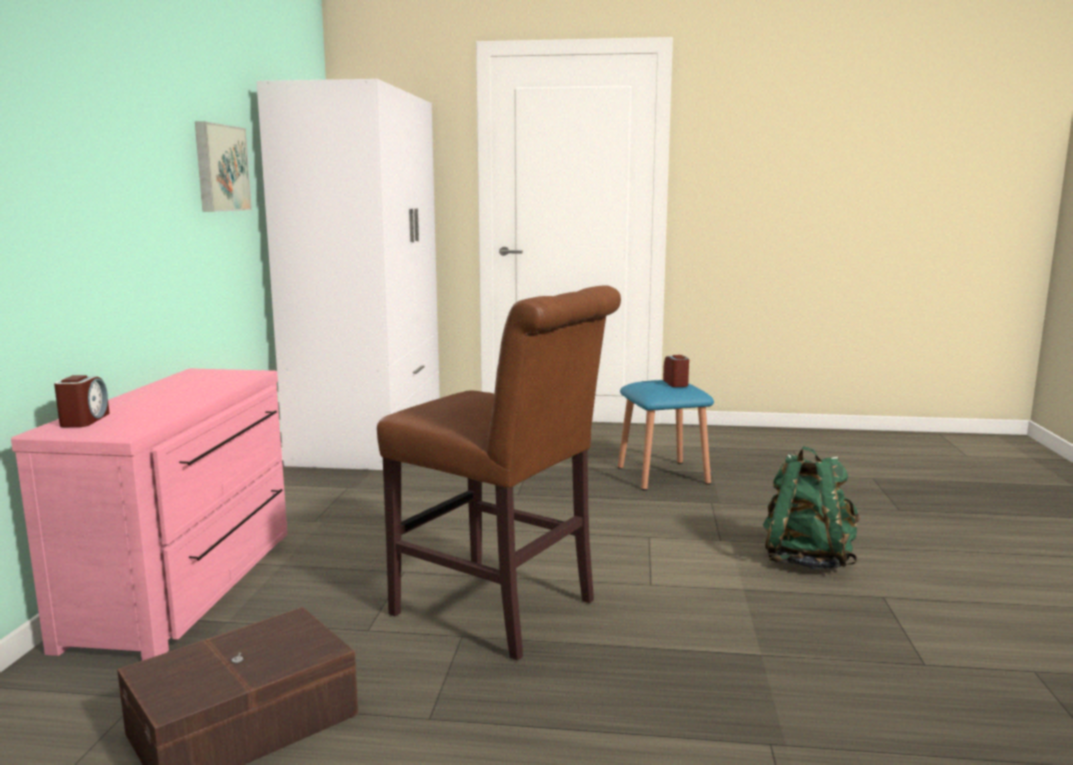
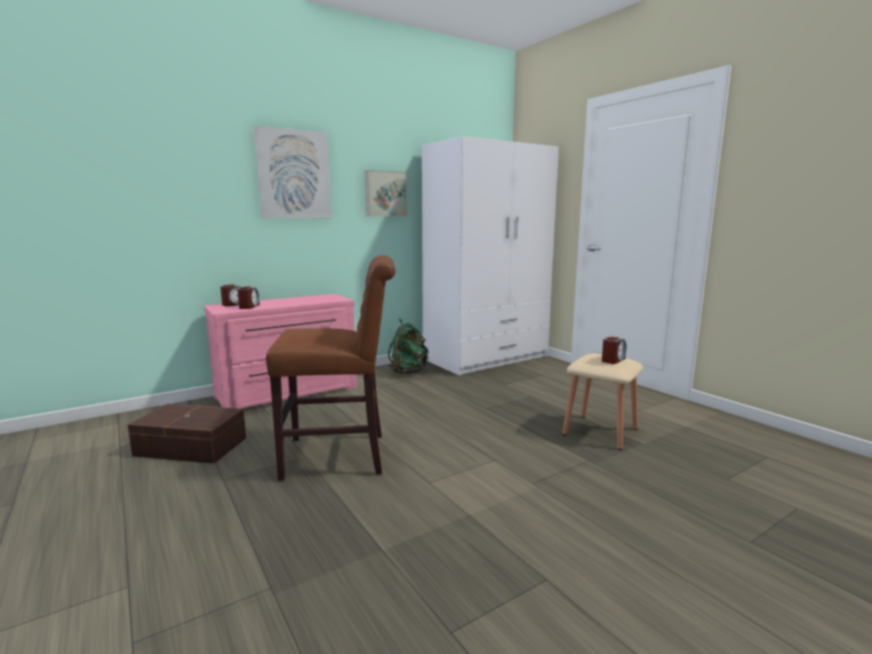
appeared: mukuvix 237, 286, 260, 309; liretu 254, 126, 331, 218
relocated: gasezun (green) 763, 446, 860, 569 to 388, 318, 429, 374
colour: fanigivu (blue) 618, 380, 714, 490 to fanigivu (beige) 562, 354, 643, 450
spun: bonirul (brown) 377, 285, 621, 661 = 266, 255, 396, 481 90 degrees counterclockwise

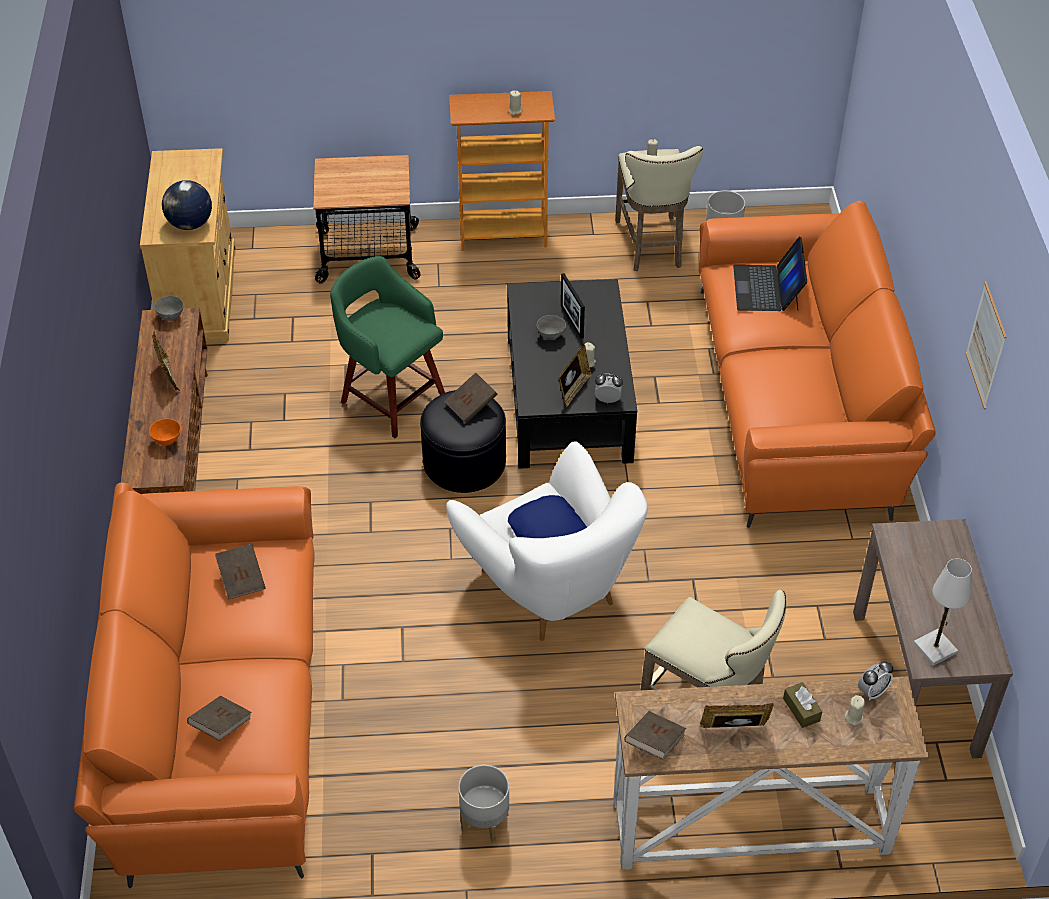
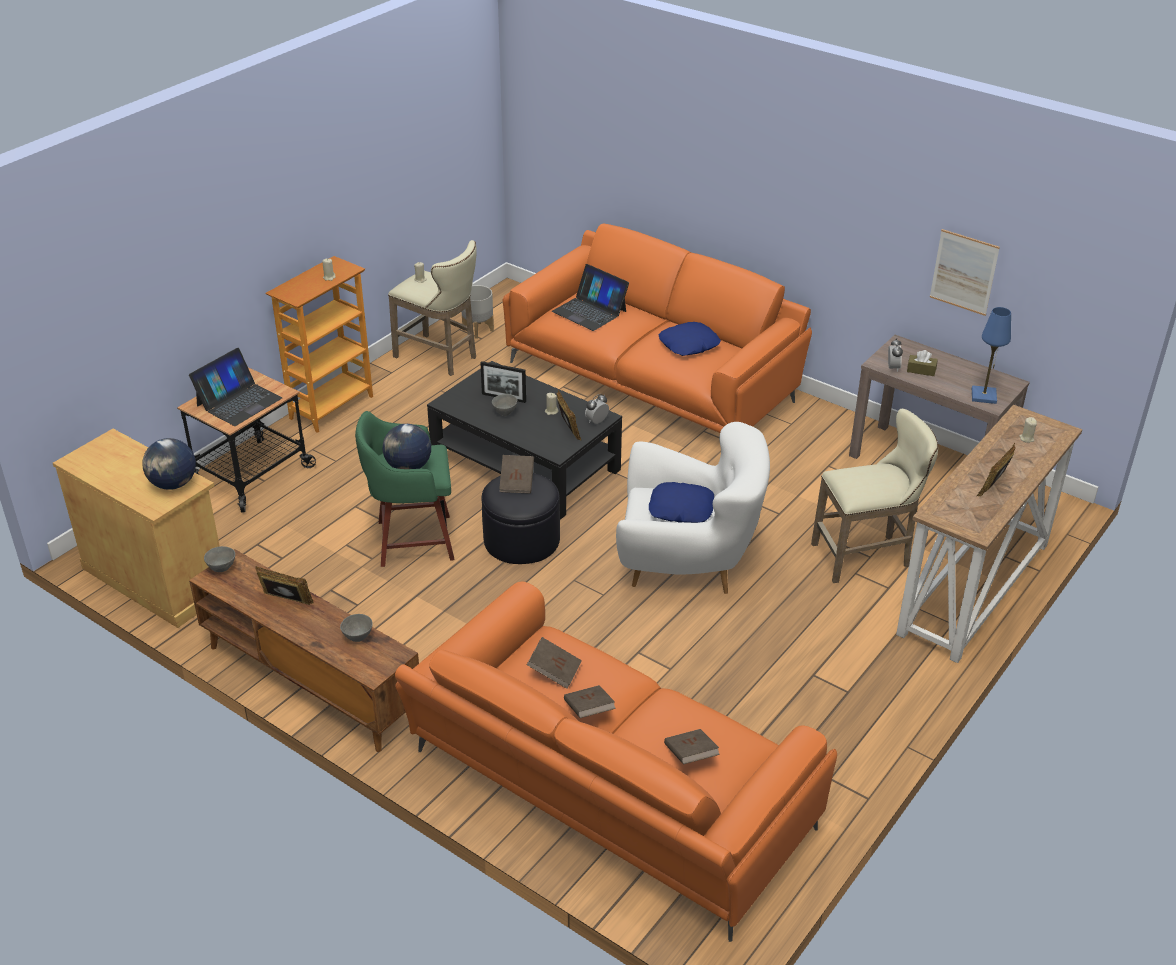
missing: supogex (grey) 459, 765, 509, 843
appeared: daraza 189, 348, 282, 426; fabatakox 383, 424, 431, 469; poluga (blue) 659, 322, 721, 356
relocated: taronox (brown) 624, 711, 686, 760 to 564, 685, 616, 718; mukuvix 858, 661, 893, 701 to 888, 338, 903, 372; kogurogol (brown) 783, 682, 822, 728 to 907, 350, 938, 376; liretu 965, 281, 1006, 409 to 930, 229, 1000, 316
colour: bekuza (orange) 149, 419, 181, 446 to bekuza (grey) 340, 614, 373, 642; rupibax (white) 913, 558, 972, 666 to rupibax (blue) 972, 307, 1011, 404

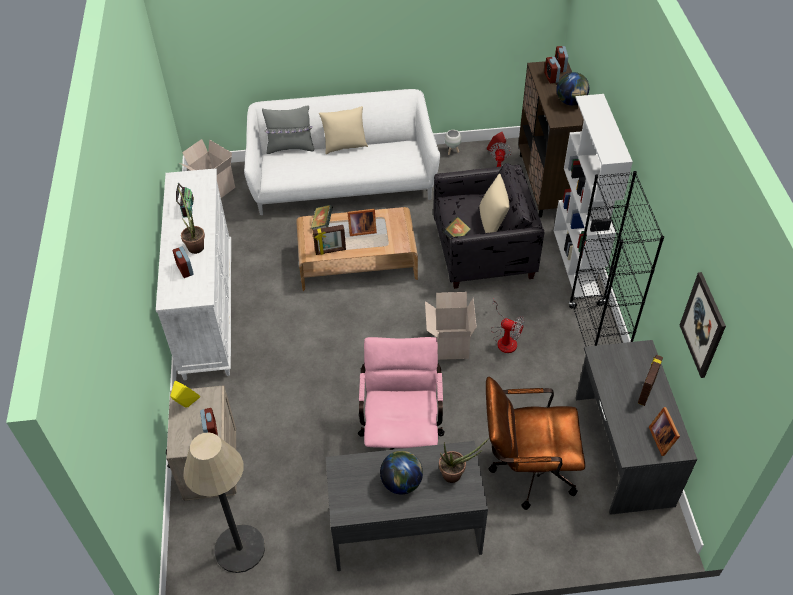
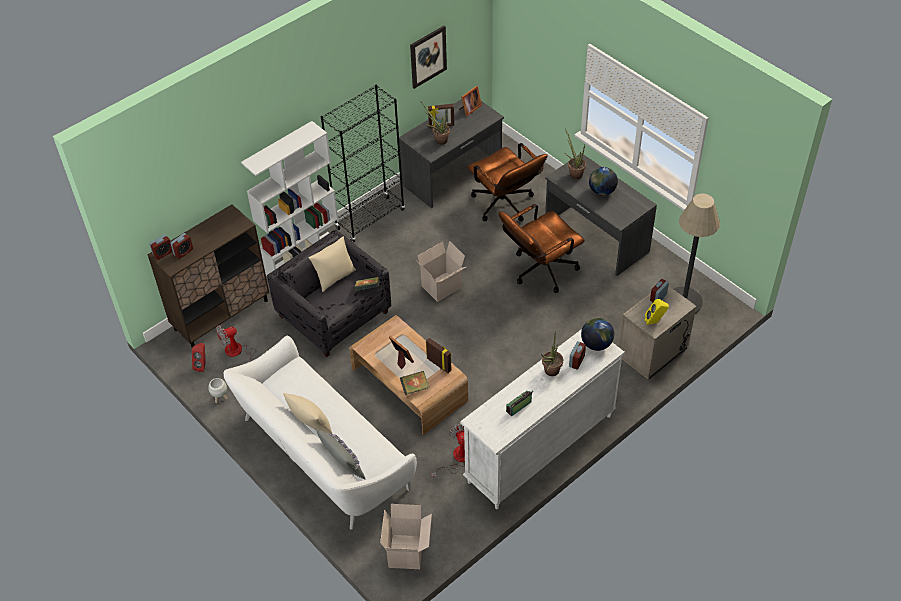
appeared: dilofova 420, 101, 450, 145
relocated: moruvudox 491, 297, 525, 353 to 431, 423, 465, 478; fabatakox 556, 72, 589, 105 to 581, 318, 614, 351
colour: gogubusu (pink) 358, 337, 445, 450 to gogubusu (brown) 499, 204, 585, 293

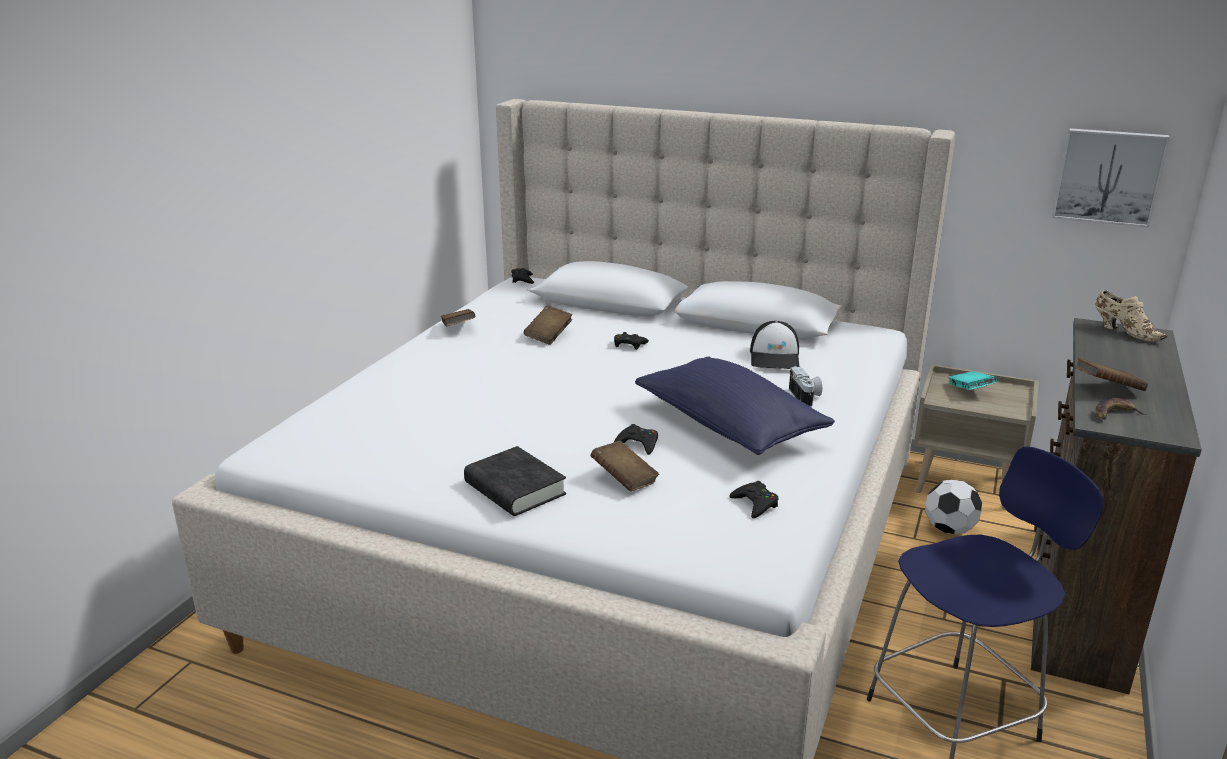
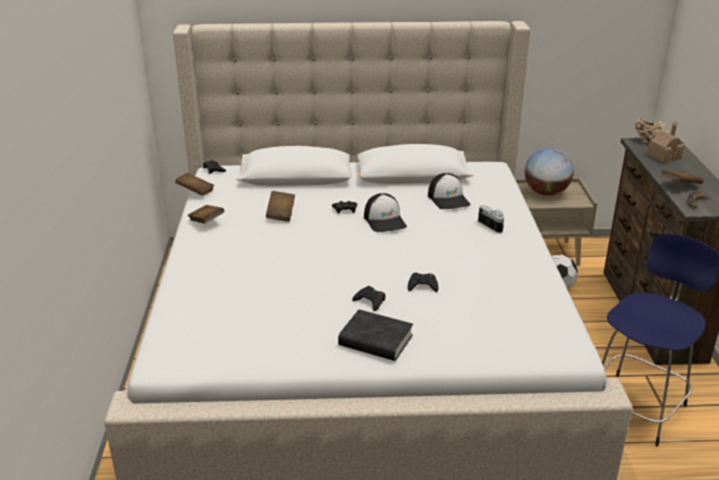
missing: poluga (blue) 635, 357, 835, 455; liretu 1052, 128, 1170, 228
appeared: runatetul 364, 193, 407, 232; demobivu 646, 120, 684, 163
relocated: taronox (brown) 590, 441, 659, 491 to 175, 173, 214, 196; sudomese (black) 729, 481, 778, 518 to 352, 286, 385, 311
exchanged: taronox (turquoise) 948, 371, 997, 390 to fabatakox 525, 148, 574, 196

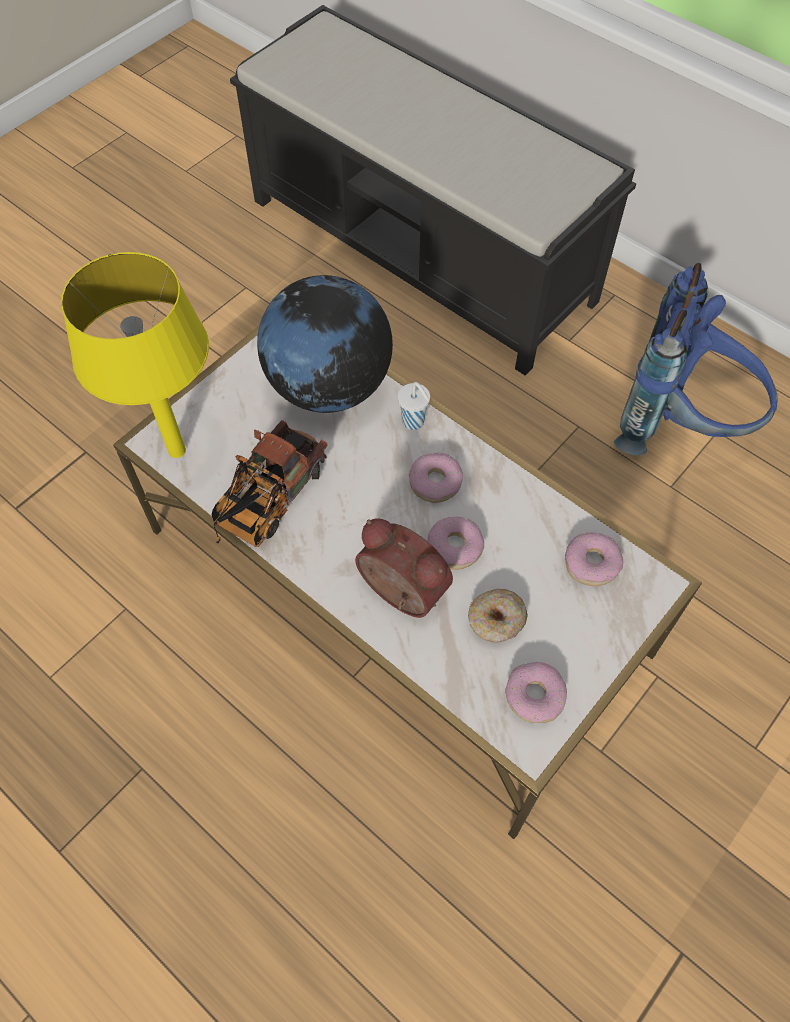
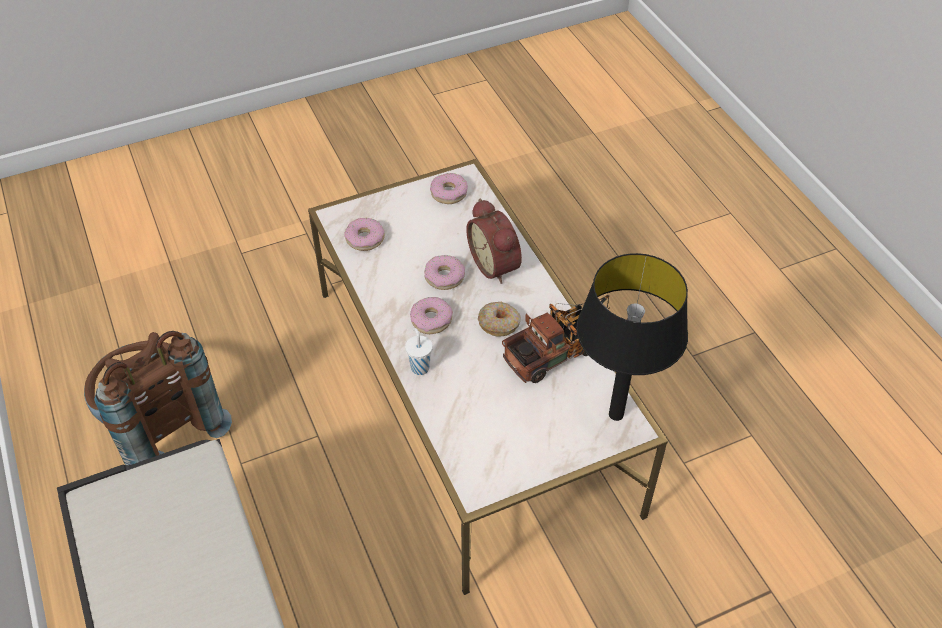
missing: fabatakox 257, 275, 393, 413
relocated: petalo 468, 589, 528, 642 to 478, 302, 521, 337
colour: gasezun (blue) 614, 263, 778, 456 to gasezun (brown) 84, 331, 232, 465; rupibax (yellow) 61, 252, 209, 458 to rupibax (black) 576, 253, 688, 421

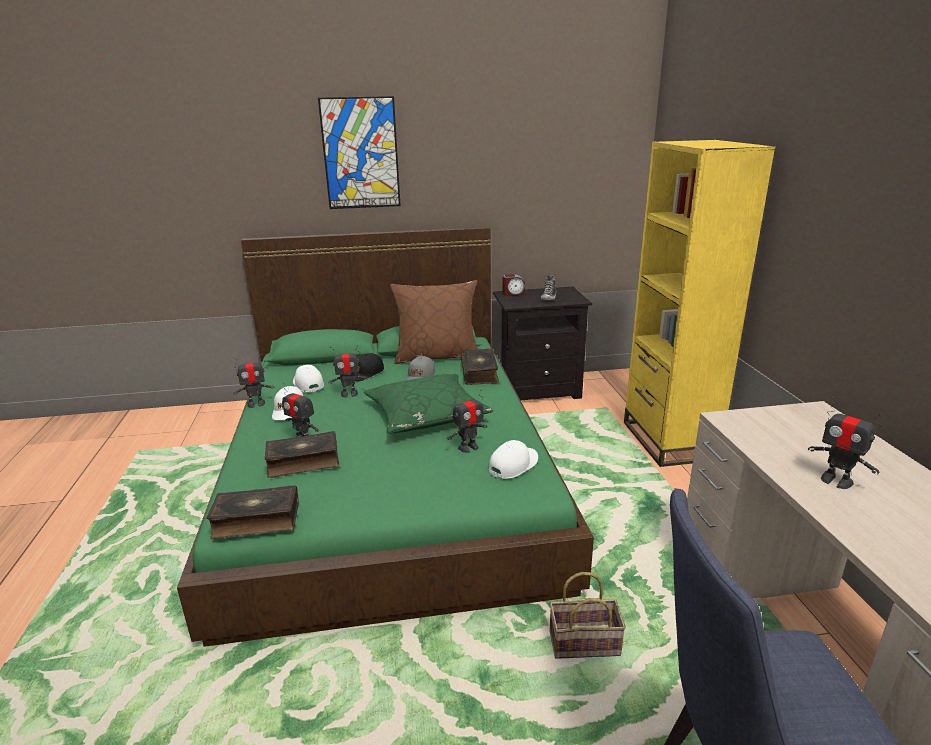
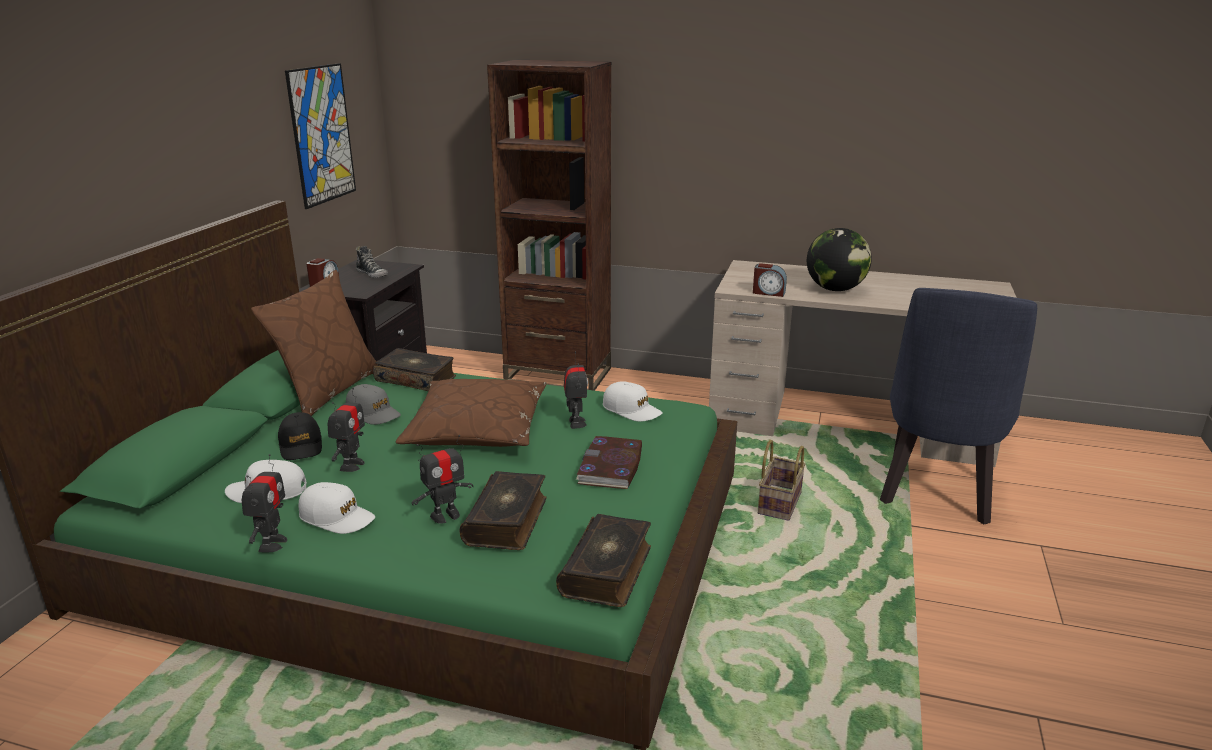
appeared: taronox 576, 436, 642, 489; mukuvix 753, 263, 787, 297
relocated: liretu 318, 96, 401, 209 to 285, 63, 356, 209
exchanged: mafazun 808, 397, 882, 489 to fabatakox 807, 228, 872, 291
colour: poluga (green) 364, 374, 493, 434 to poluga (brown) 396, 379, 546, 447; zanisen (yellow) 624, 140, 775, 467 to zanisen (brown) 487, 60, 612, 391
spun: runatetul (white) 489, 440, 538, 479 = 603, 381, 663, 422 150 degrees clockwise

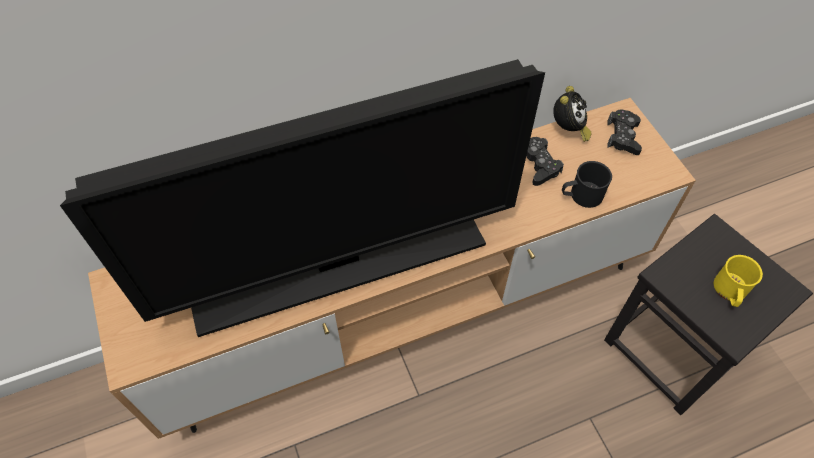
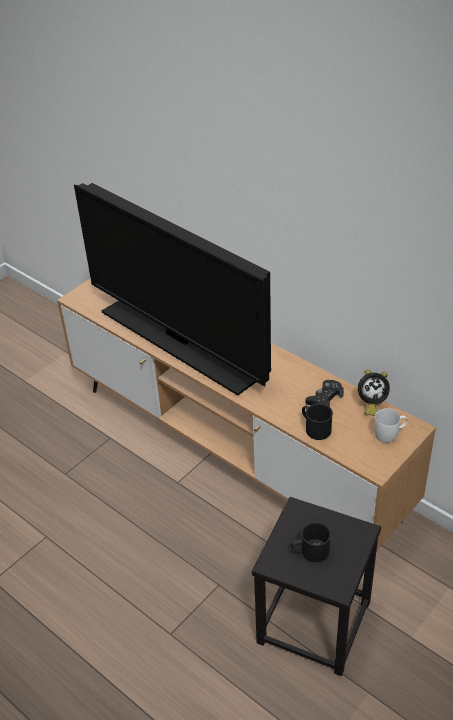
exchanged: sudomese (black) 608, 110, 642, 155 to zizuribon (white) 374, 408, 408, 443
colour: zizuribon (yellow) 714, 255, 763, 307 to zizuribon (black) 291, 522, 331, 562

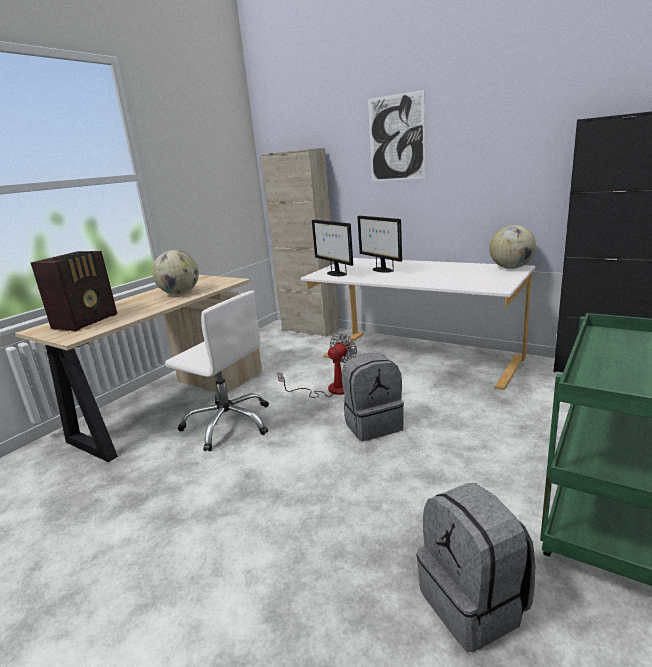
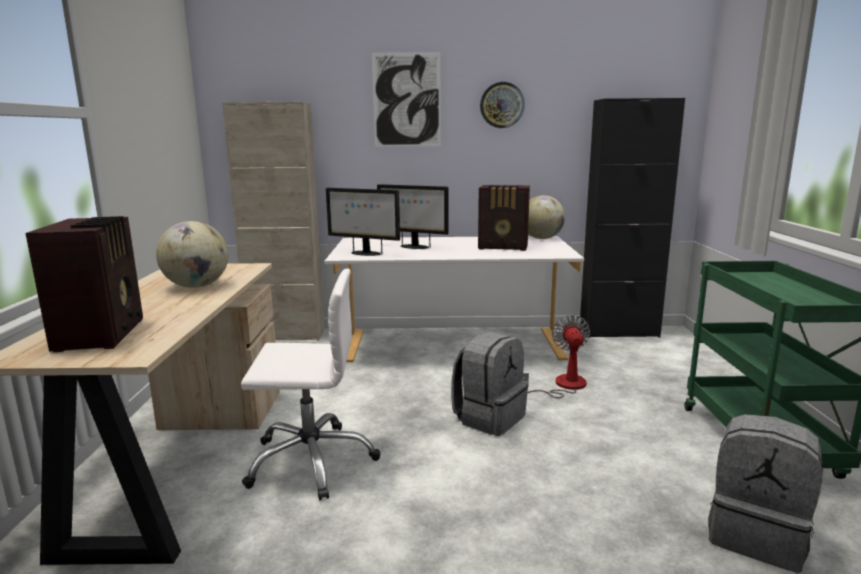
appeared: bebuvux 478, 185, 530, 251; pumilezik 480, 82, 525, 128
relocated: moruvudox 277, 333, 357, 398 to 523, 315, 590, 398

